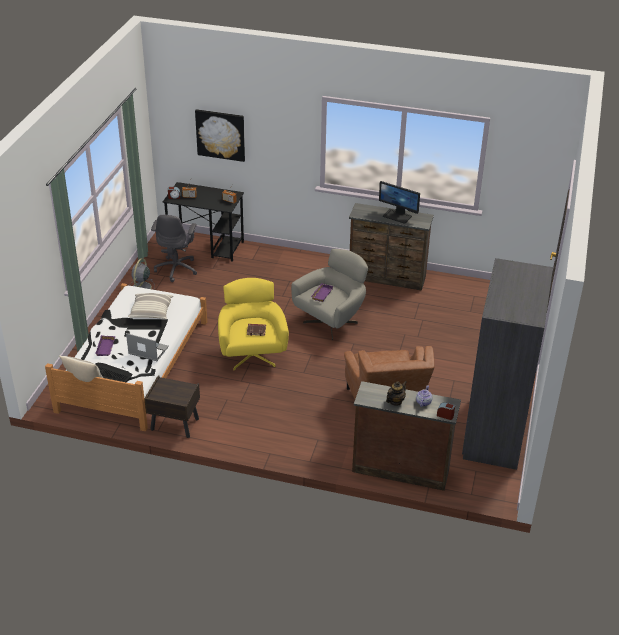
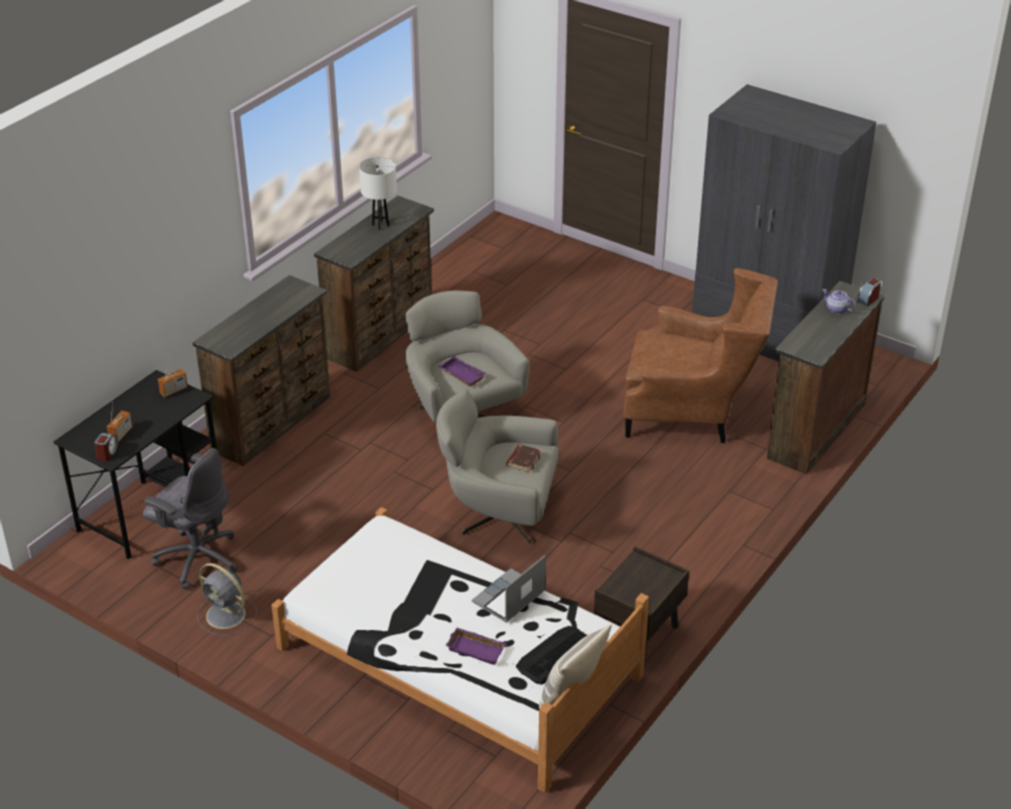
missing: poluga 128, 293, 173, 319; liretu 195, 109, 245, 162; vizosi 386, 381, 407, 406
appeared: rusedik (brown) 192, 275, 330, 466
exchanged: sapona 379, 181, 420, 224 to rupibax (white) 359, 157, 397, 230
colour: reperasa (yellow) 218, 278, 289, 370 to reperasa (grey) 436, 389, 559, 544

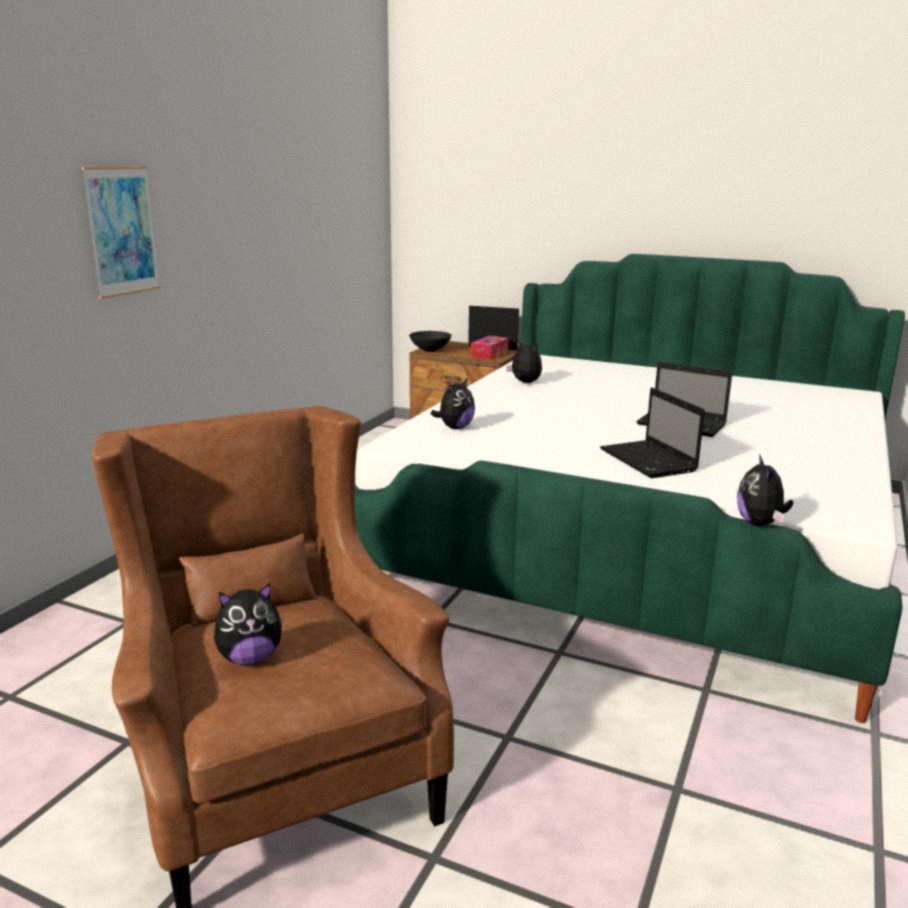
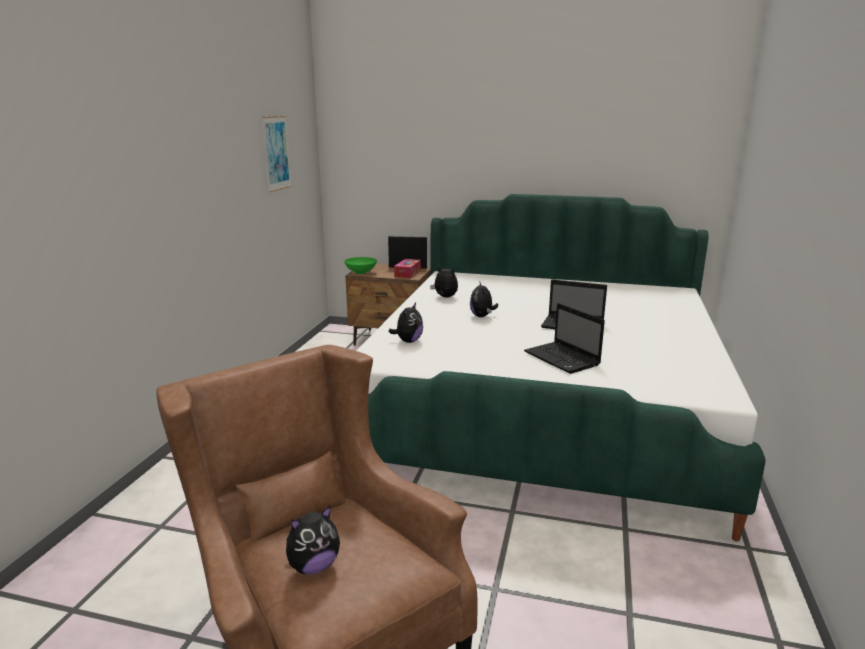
relocated: liretu 81, 167, 160, 299 to 262, 116, 292, 192; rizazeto 737, 454, 793, 526 to 470, 281, 498, 317
colour: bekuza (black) 409, 331, 451, 352 to bekuza (green) 344, 257, 377, 274

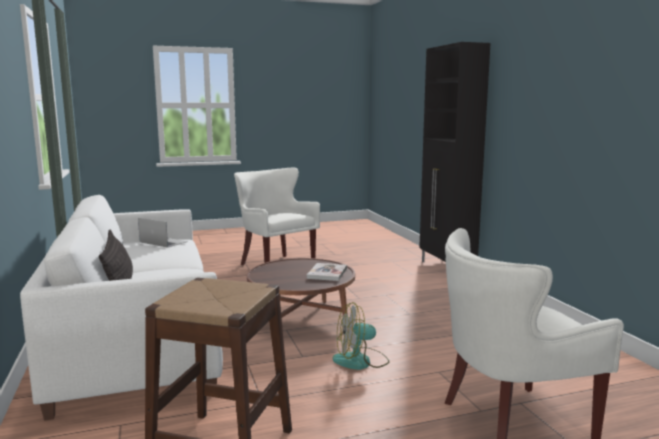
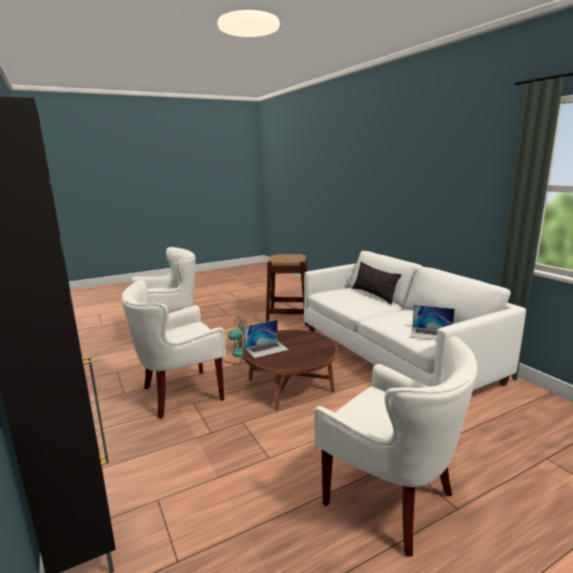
appeared: reperasa (white) 122, 280, 226, 419
exchanged: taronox 307, 263, 347, 281 to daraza 243, 320, 289, 358

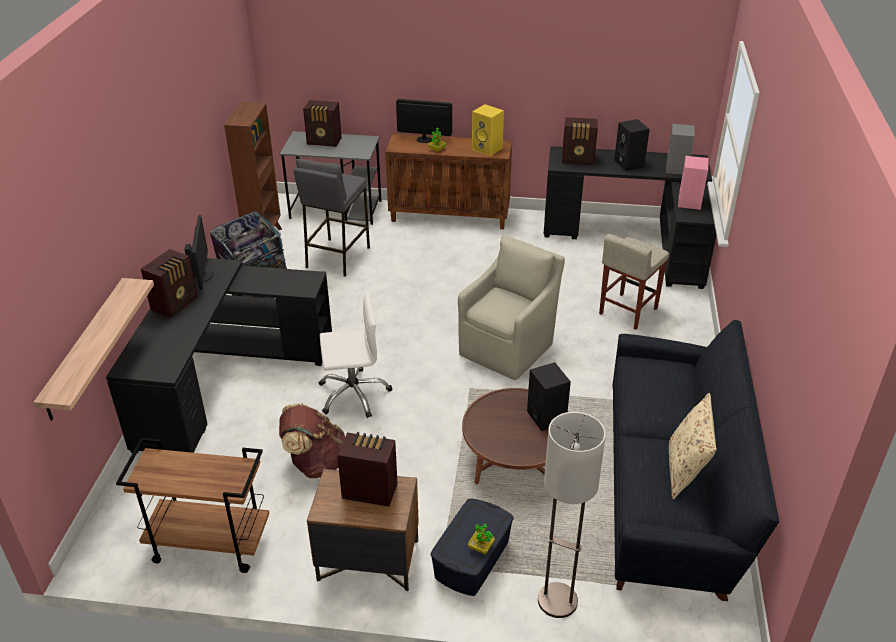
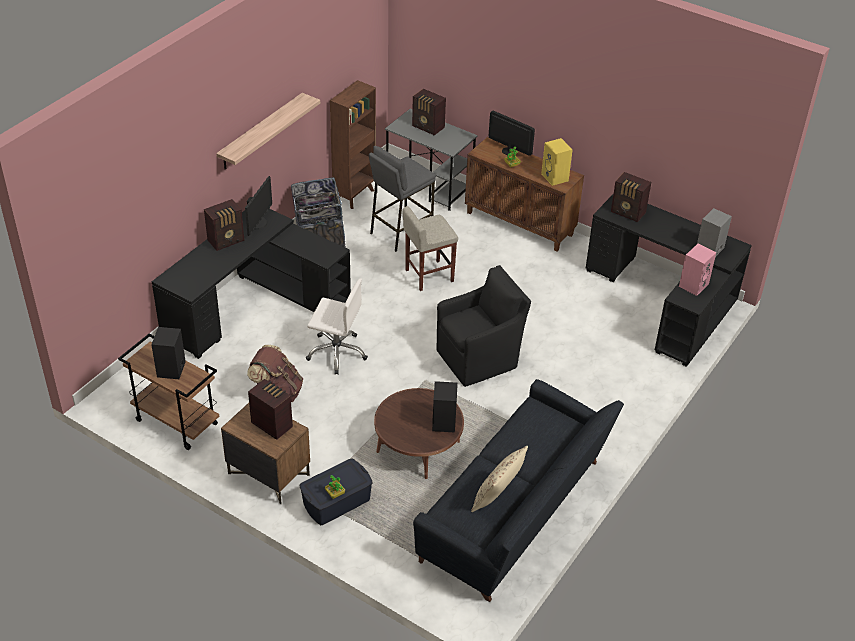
missing: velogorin 538, 412, 606, 618
relocated: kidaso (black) 614, 119, 650, 171 to 151, 327, 186, 379; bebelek 34, 278, 154, 421 to 216, 93, 320, 169; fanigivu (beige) 599, 234, 669, 330 to 402, 206, 458, 291
colour: reperasa (beige) 458, 235, 565, 380 to reperasa (black) 436, 265, 531, 387

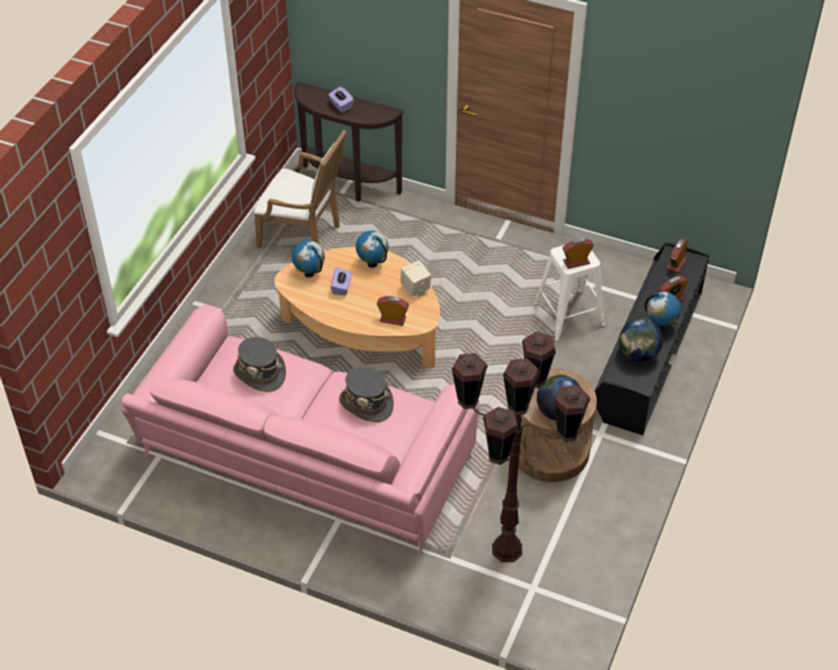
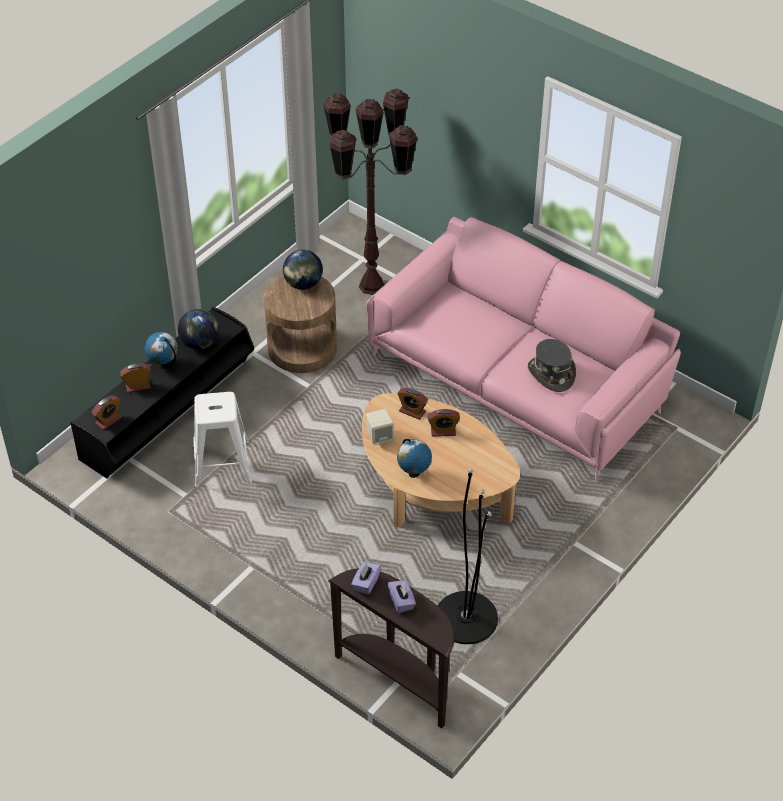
missing: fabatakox 292, 240, 325, 278; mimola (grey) 339, 367, 394, 422
relocated: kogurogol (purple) 331, 267, 352, 295 to 351, 562, 381, 595; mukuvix 563, 238, 594, 269 to 428, 409, 460, 437
exchanged: reperasa (white) 254, 130, 347, 249 to velogorin (black) 437, 468, 498, 644

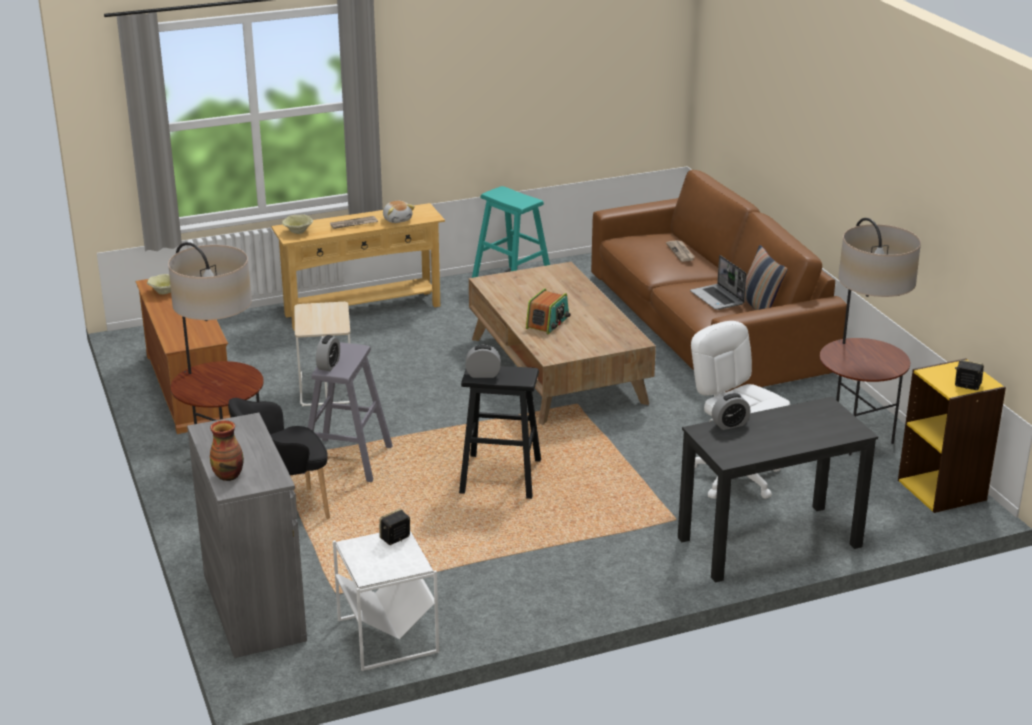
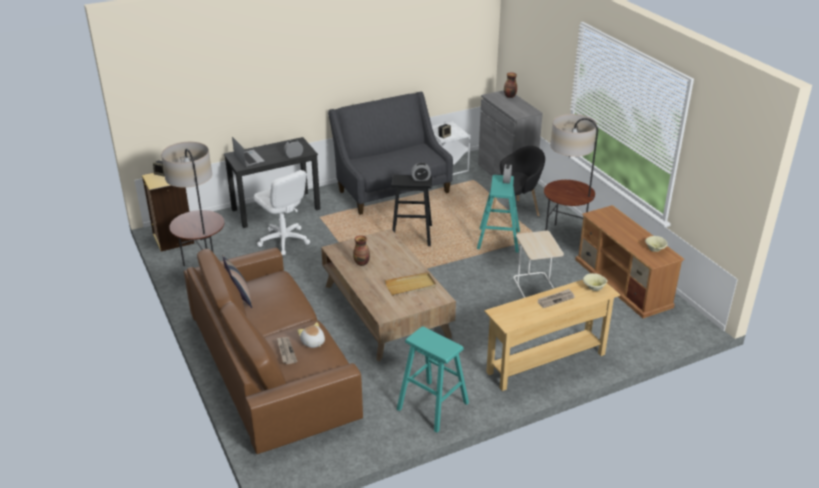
missing: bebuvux 526, 288, 570, 334
appeared: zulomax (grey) 328, 92, 453, 215; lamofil 353, 235, 370, 266; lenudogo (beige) 385, 272, 436, 295
relocated: daraza 690, 255, 747, 310 to 232, 137, 265, 167; rizazeto 383, 201, 415, 223 to 297, 322, 325, 348
colour: fanigivu (grey) 302, 342, 393, 482 to fanigivu (turquoise) 477, 175, 520, 253

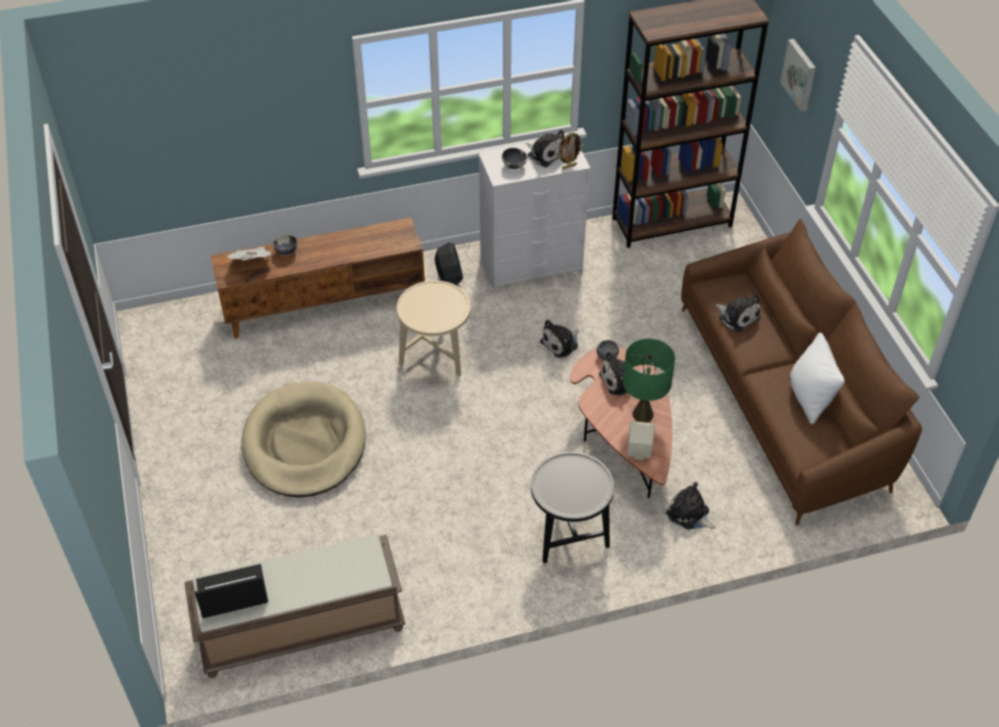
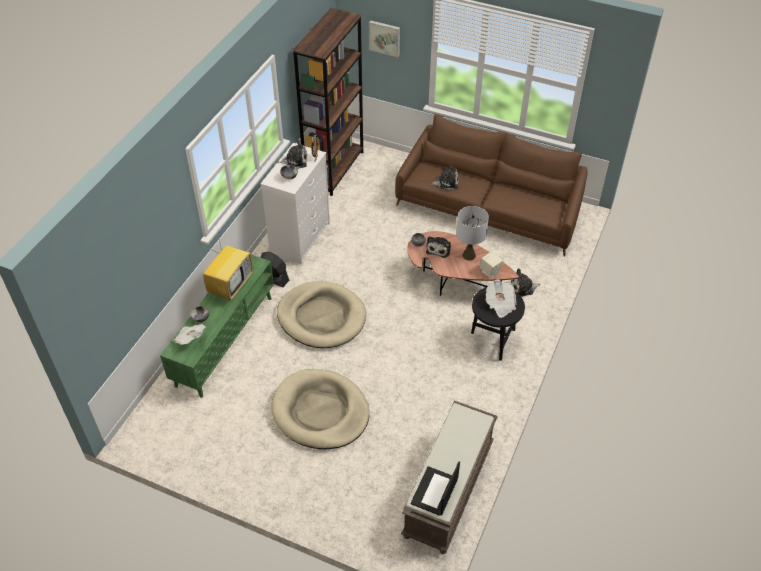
missing: rizazeto 540, 320, 579, 358; poluga (white) 790, 332, 845, 424
appeared: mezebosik 203, 234, 253, 300; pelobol 486, 279, 516, 318
exchanged: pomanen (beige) 397, 280, 471, 376 to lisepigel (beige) 277, 281, 366, 348
colour: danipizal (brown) 211, 218, 425, 338 to danipizal (green) 160, 254, 274, 398; rupibax (green) 623, 339, 675, 423 to rupibax (grey) 456, 206, 489, 260

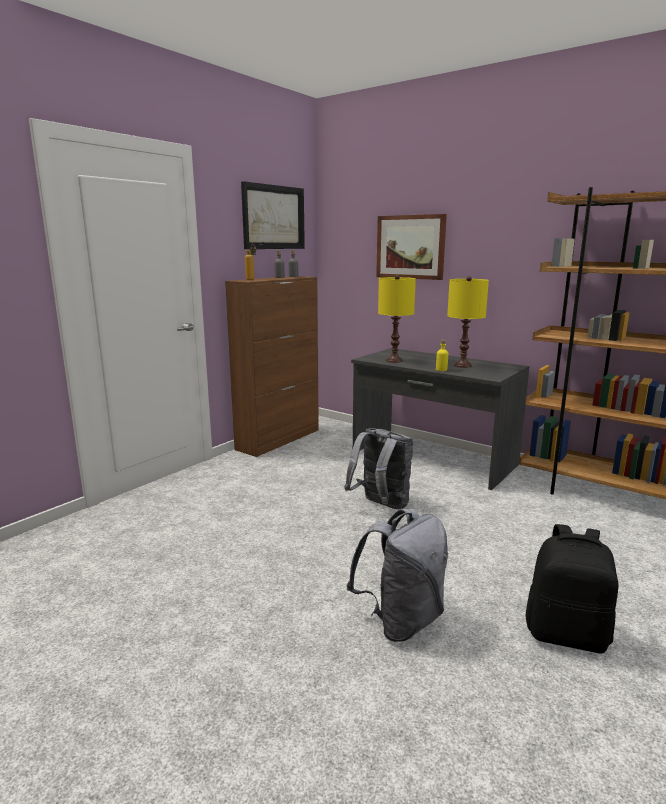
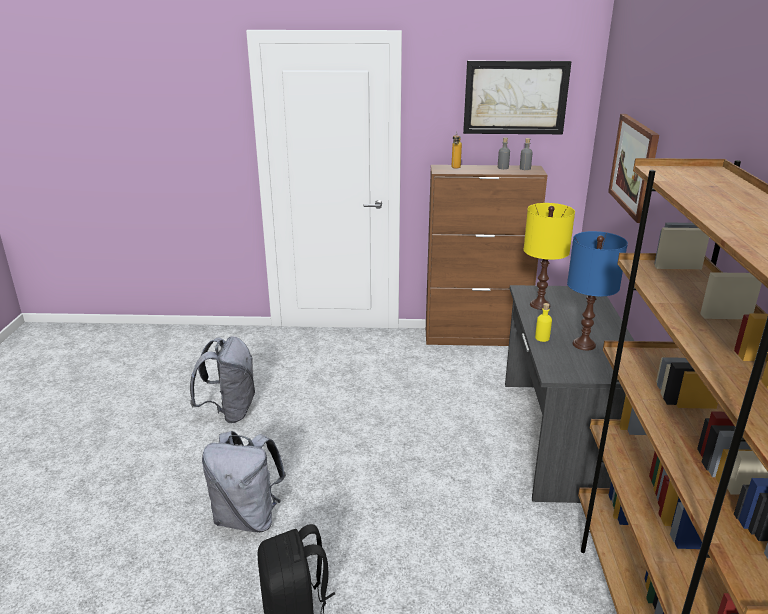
relocated: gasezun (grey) 344, 429, 413, 509 to 190, 336, 255, 423
colour: rupibax (yellow) 447, 276, 489, 368 to rupibax (blue) 567, 231, 628, 350

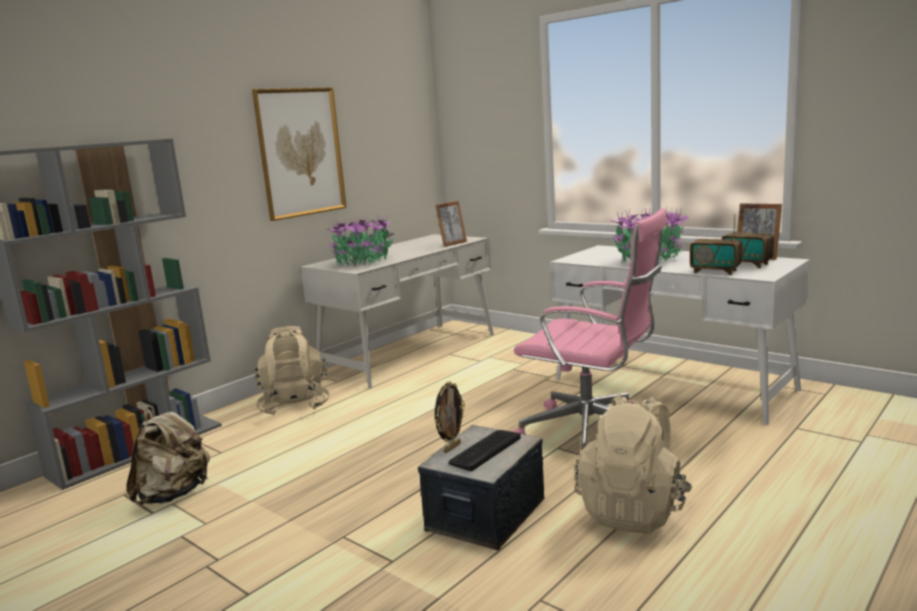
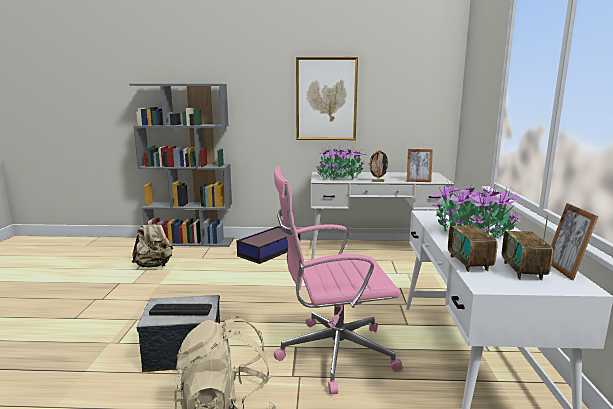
relocated: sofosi 435, 381, 465, 453 to 368, 150, 390, 182
exchanged: gasezun (beige) 254, 326, 330, 415 to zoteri 237, 226, 300, 264
spun: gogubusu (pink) 513, 208, 668, 459 = 274, 166, 402, 394 90 degrees clockwise

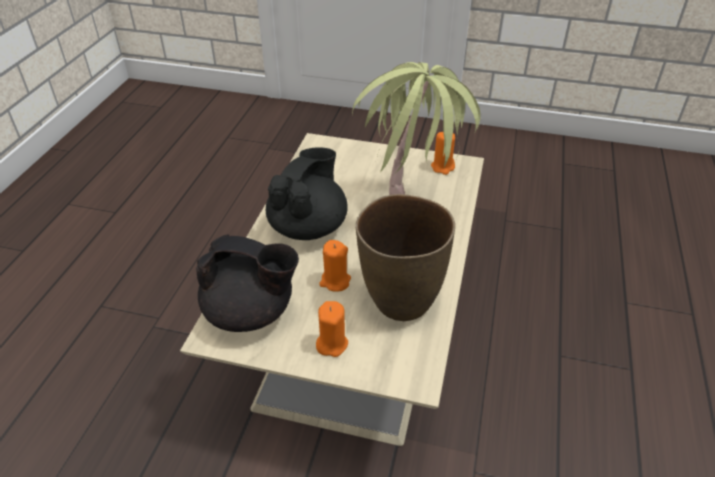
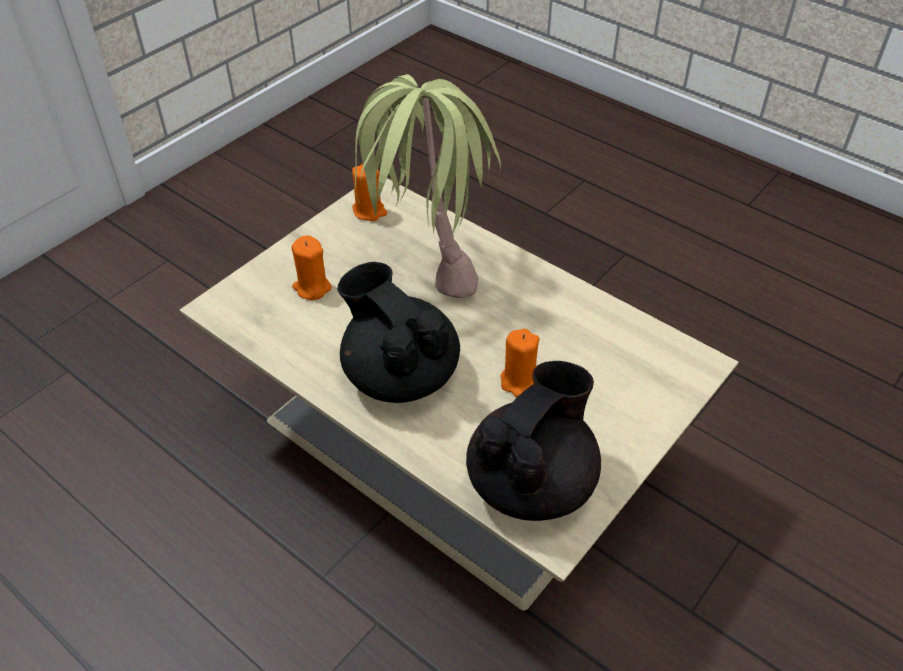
missing: lamofil (brown) 356, 194, 455, 321
relocated: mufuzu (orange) 316, 301, 348, 357 to 291, 236, 332, 300

